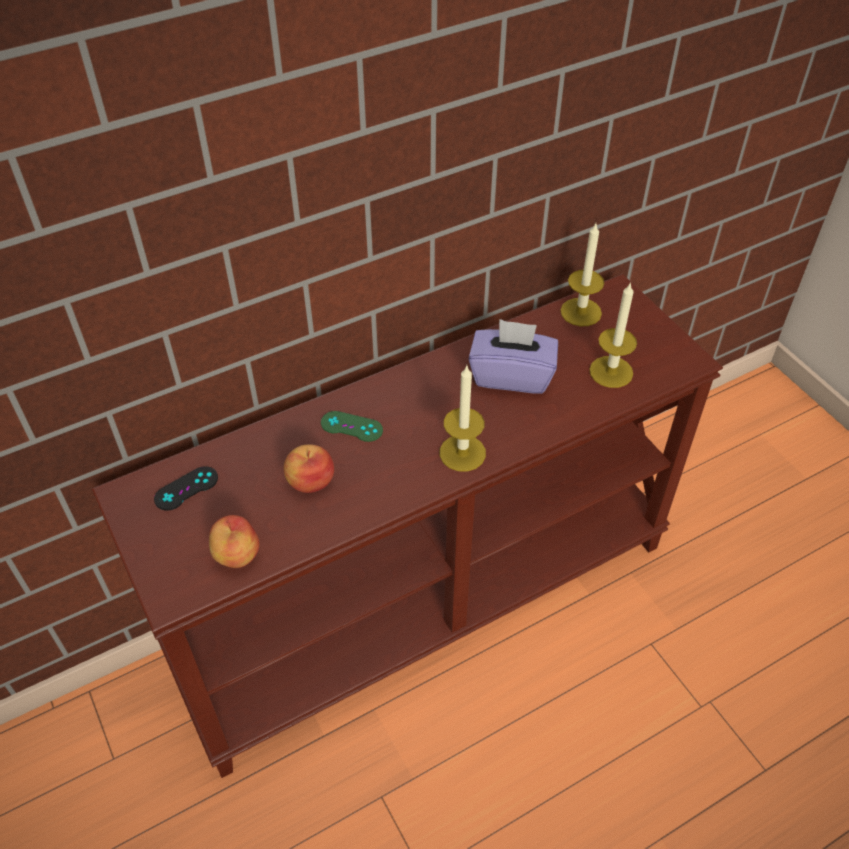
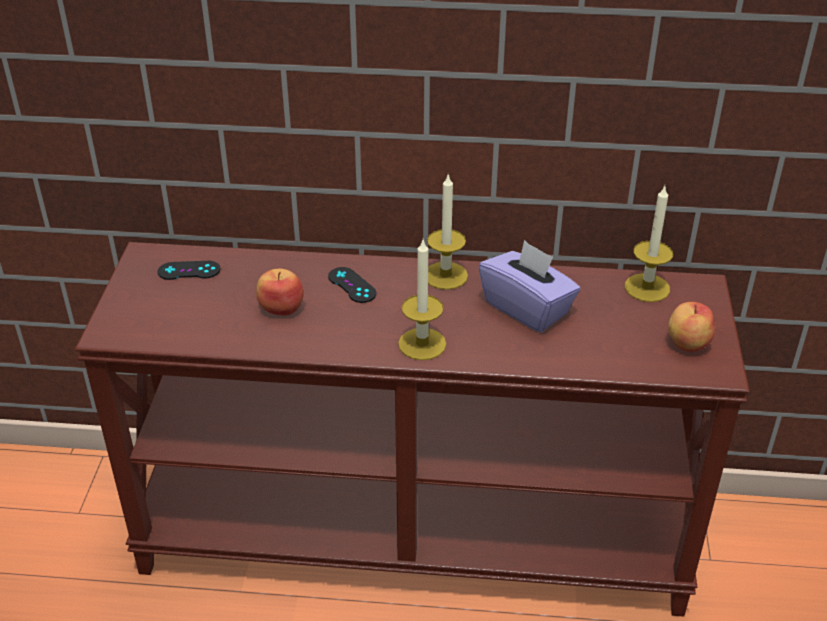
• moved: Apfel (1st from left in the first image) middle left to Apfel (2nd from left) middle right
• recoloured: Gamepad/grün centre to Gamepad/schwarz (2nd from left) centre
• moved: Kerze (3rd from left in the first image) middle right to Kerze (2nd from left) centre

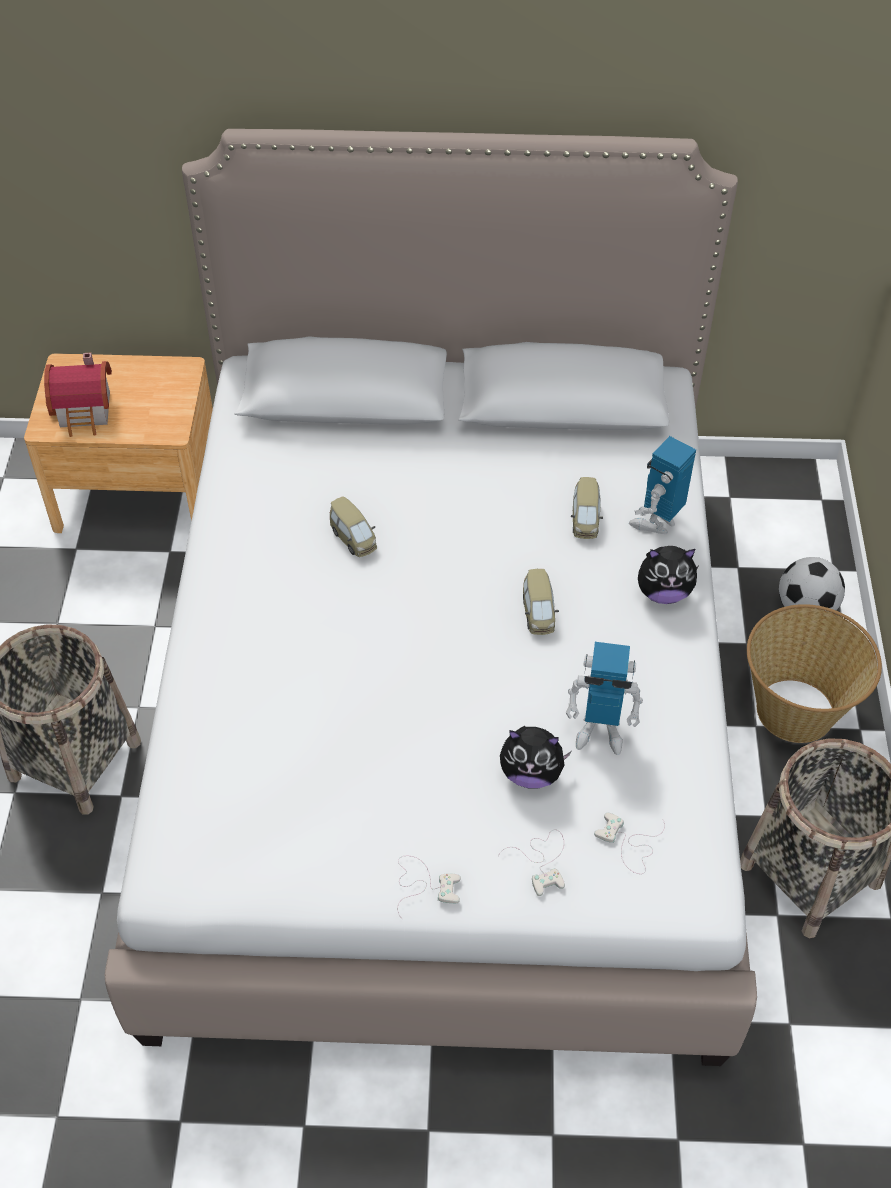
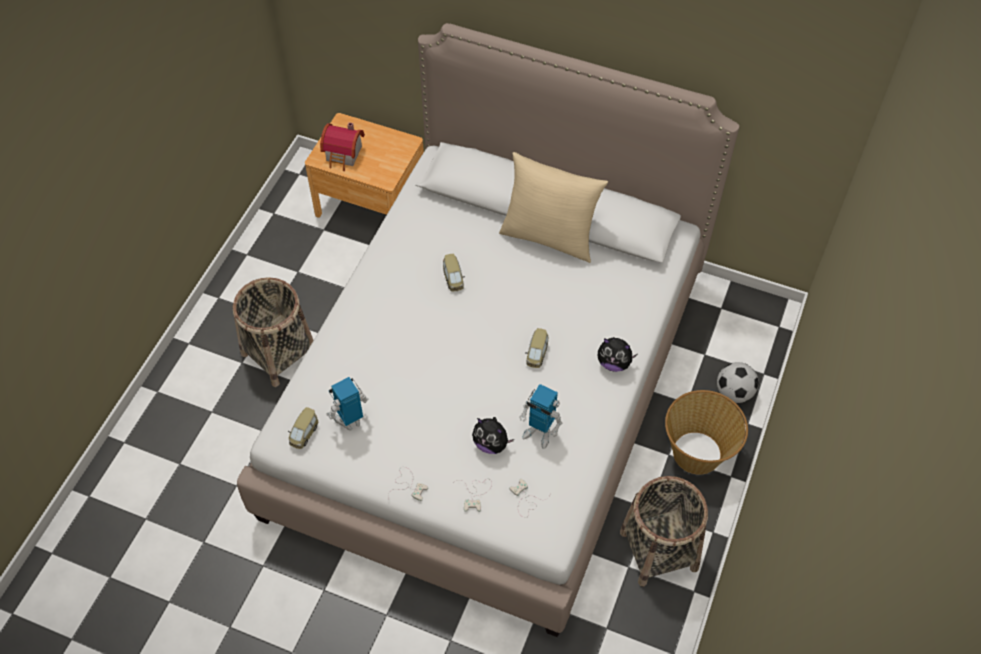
• moved: Spielzeugauto (3rd from left in the first image) centre to Spielzeugauto (1st from left) middle left
• moved: Spielzeugroboter (2nd from left in the first image) middle right to Spielzeugroboter (1st from left) centre
• added: Kissen/beige top centre

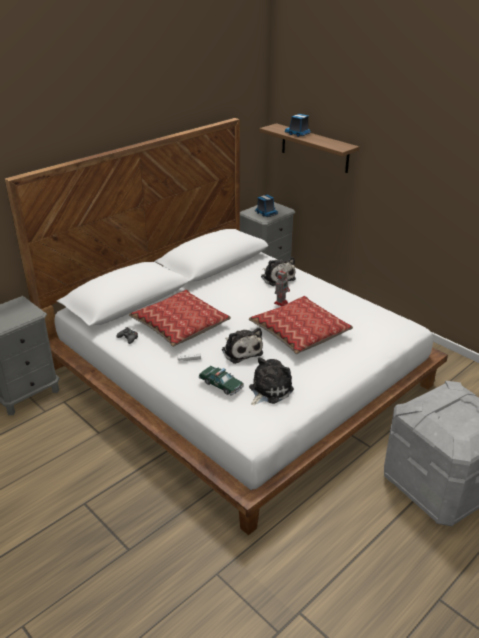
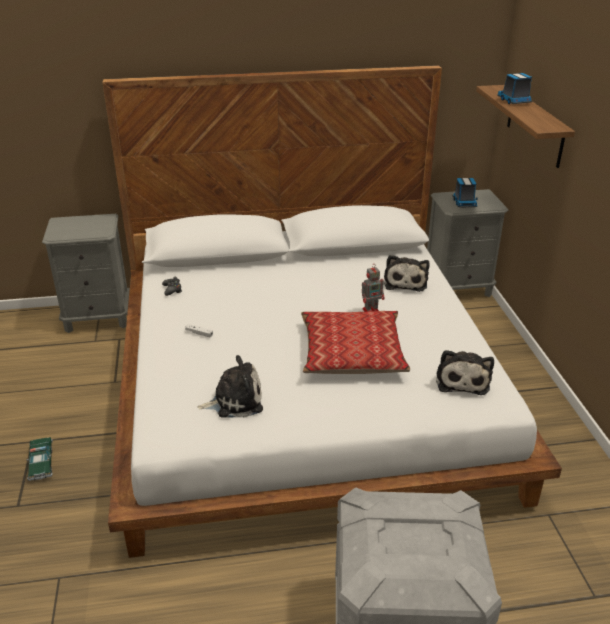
• removed: Kissen (1st from left) centre
• moved: Spielzeugauto centre to bottom left
• moved: Plüschtier (1st from left in the first image) centre to Plüschtier (3rd from left) middle right

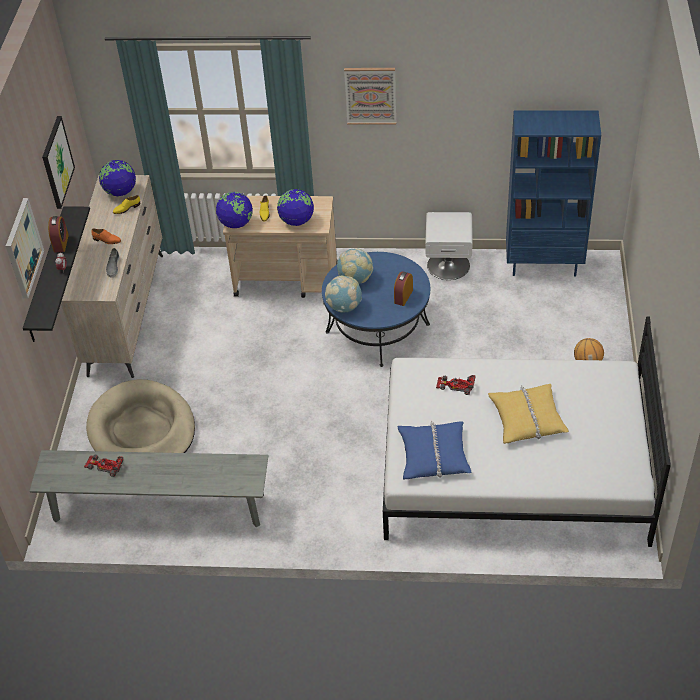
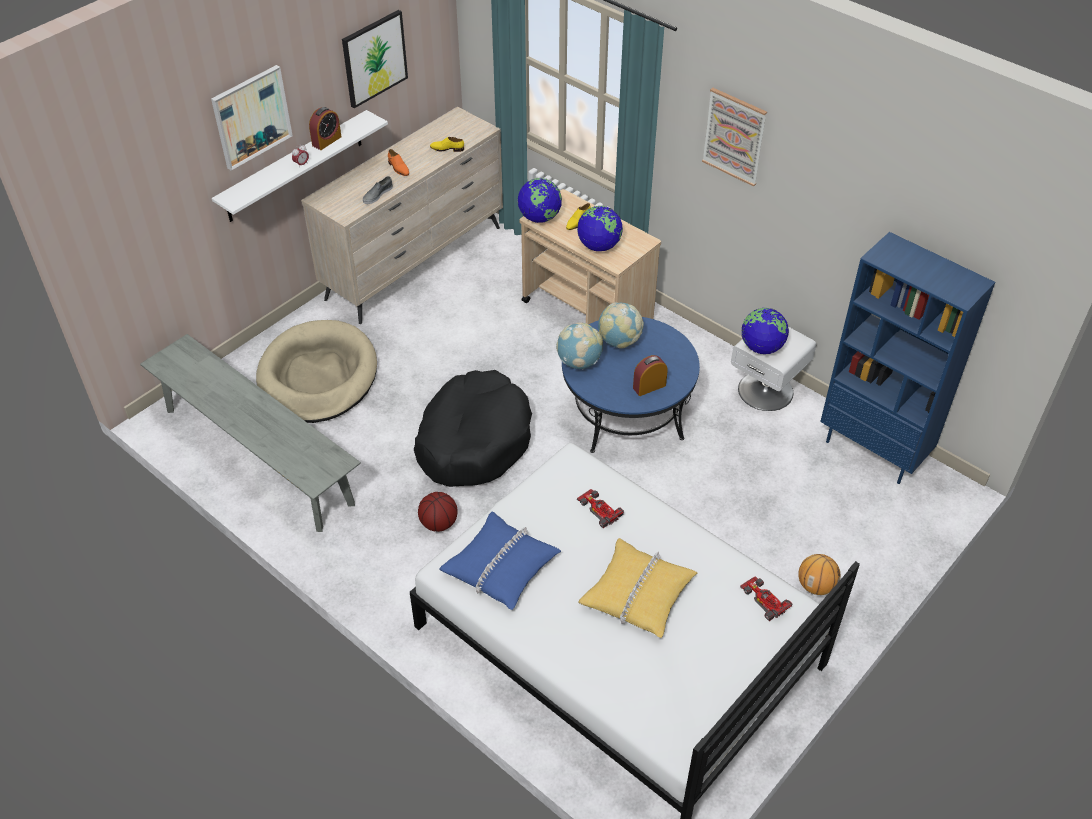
• recoloured: Wandregal/schwarz middle left to Wandregal/weiß top left
• moved: Spielzeugauto (1st from left in the first image) middle left to Spielzeugauto (2nd from left) bottom right
• moved: Globus (1st from left in the first image) top left to Globus (5th from left) middle right
• added: Hundebett/schwarz centre
• added: Basketball (1st from left) centre

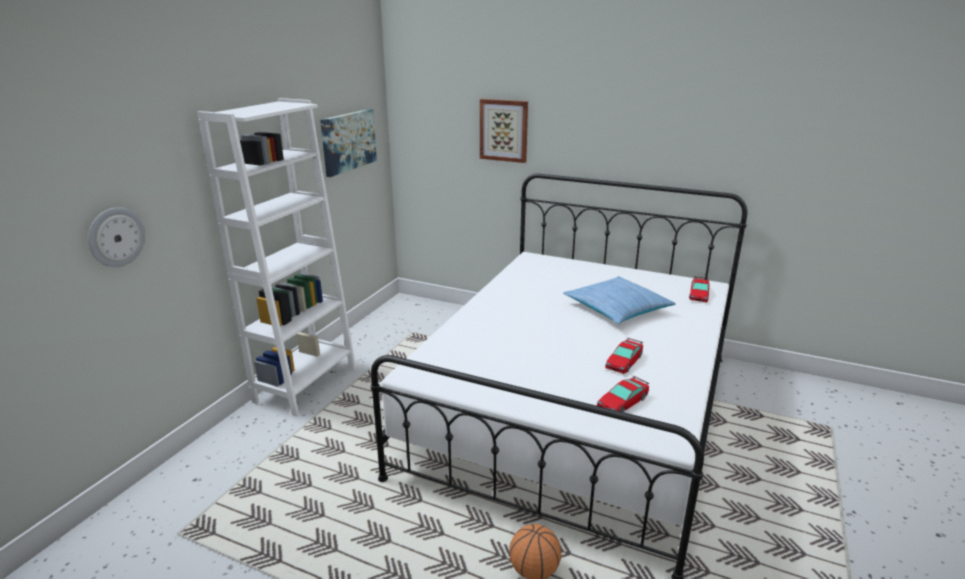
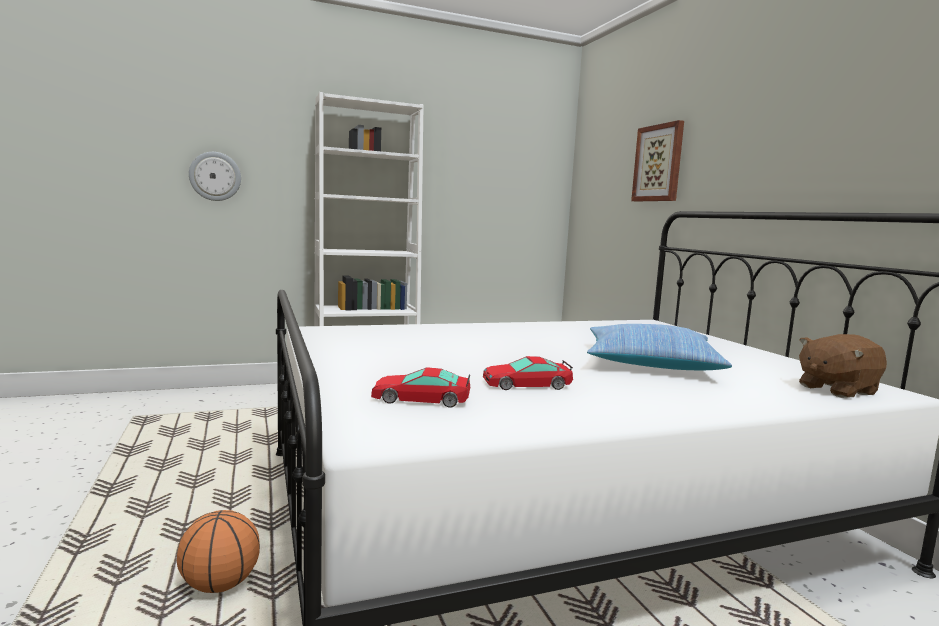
• removed: Bild (1st from left) top centre
• replaced: Spielzeugauto (3rd from left) middle right to Plüschtier/braun middle right

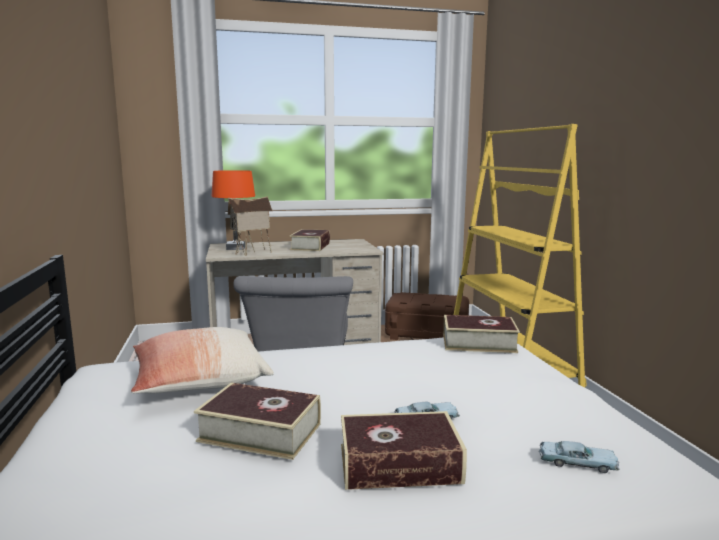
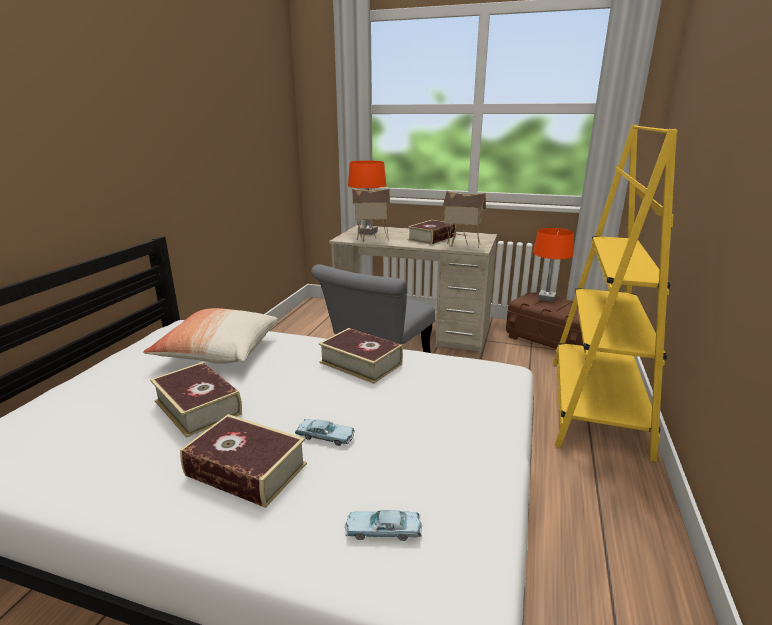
• moved: Buch (4th from left in the first image) middle right to Buch (3rd from left) centre
• turned: Spielzeugauto/blau (2nd from left) bottom right = bottom centre 135 degrees clockwise
• added: Spielzeughaus (2nd from left) centre
• added: Tischlampe/orange (2nd from left) middle right

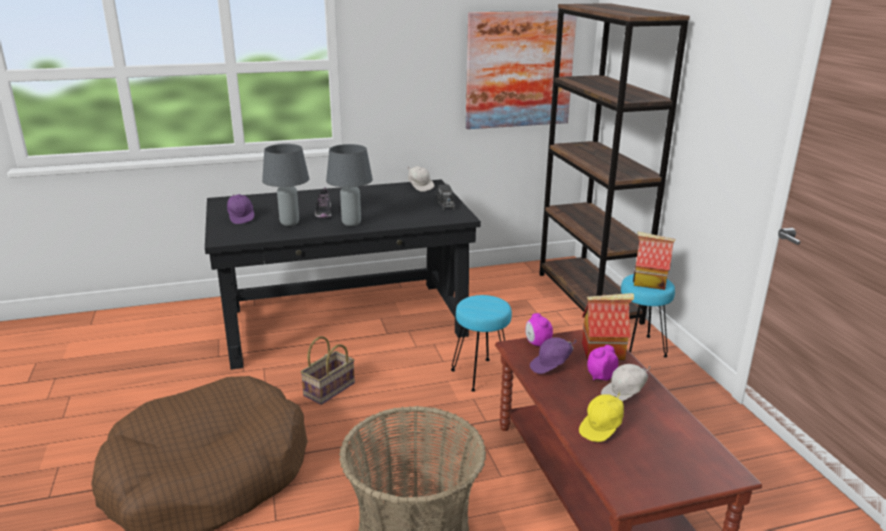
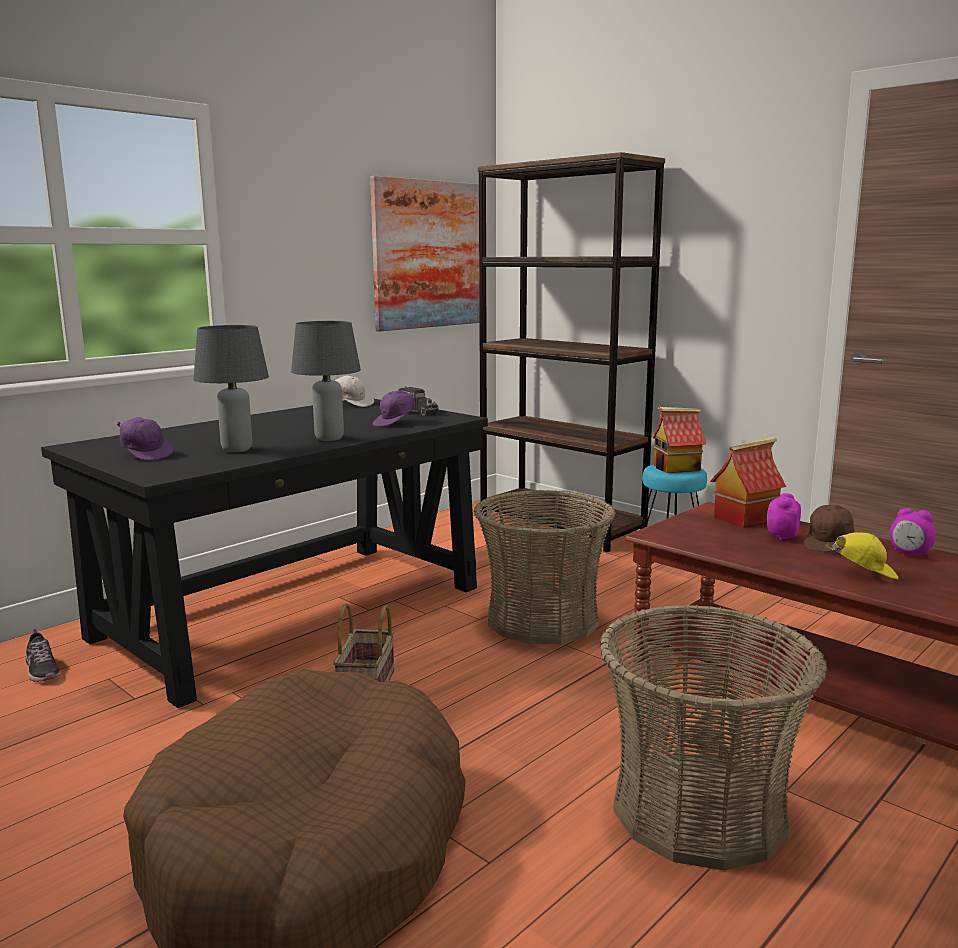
• moved: Schuh centre to bottom left
• replaced: Hocker/türkis (1st from left) centre to Korb (2nd from left) centre
• moved: Wecker (1st from left in the first image) centre to Wecker (2nd from left) middle right
• moved: Kappe/lila (2nd from left) bottom centre to centre
• turned: Kappe/gelb bottom right = middle right 105 degrees counterclockwise
• recoloured: Kappe/weiß (2nd from left) bottom right to Kappe/braun middle right

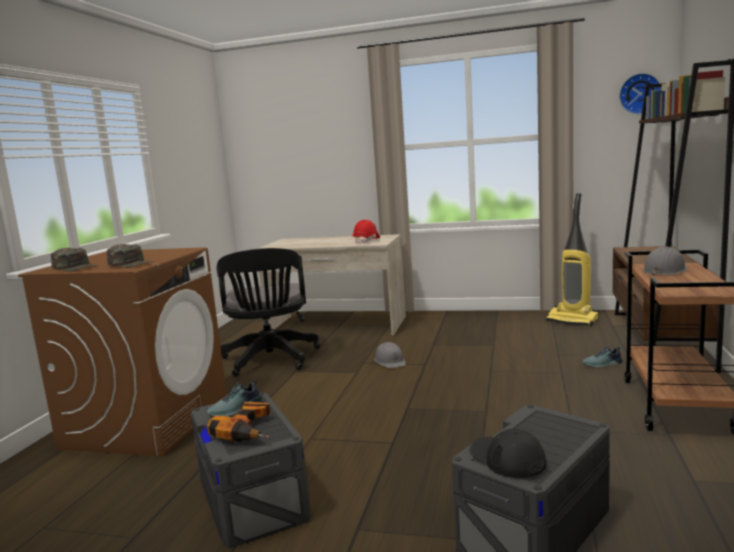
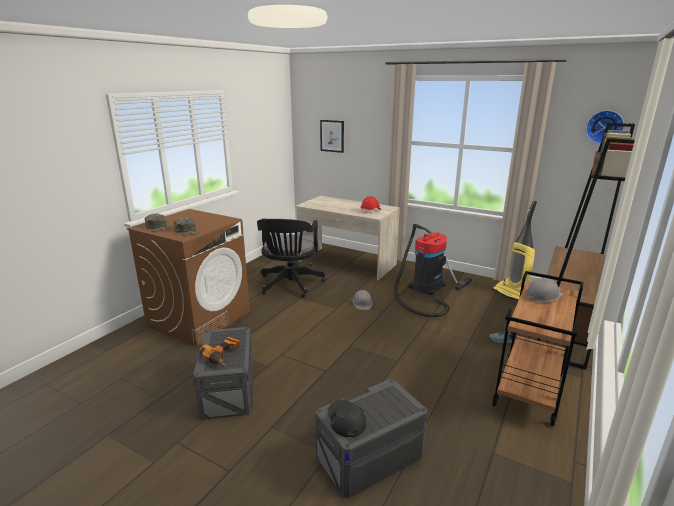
• removed: Schuh (1st from left) bottom left
• added: Bild top centre
• added: Staubsauger (1st from left) centre

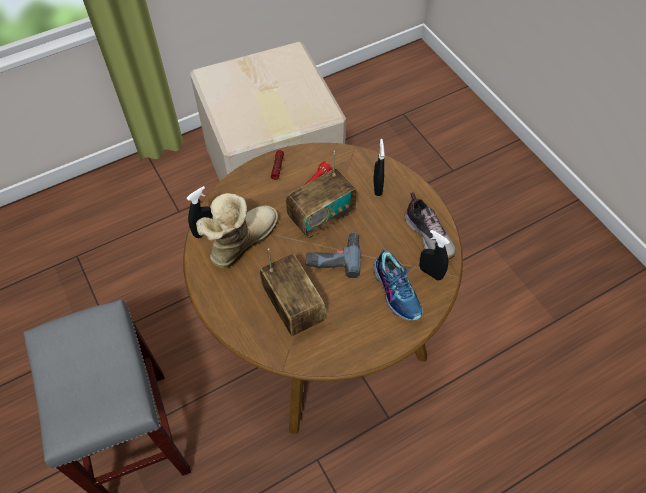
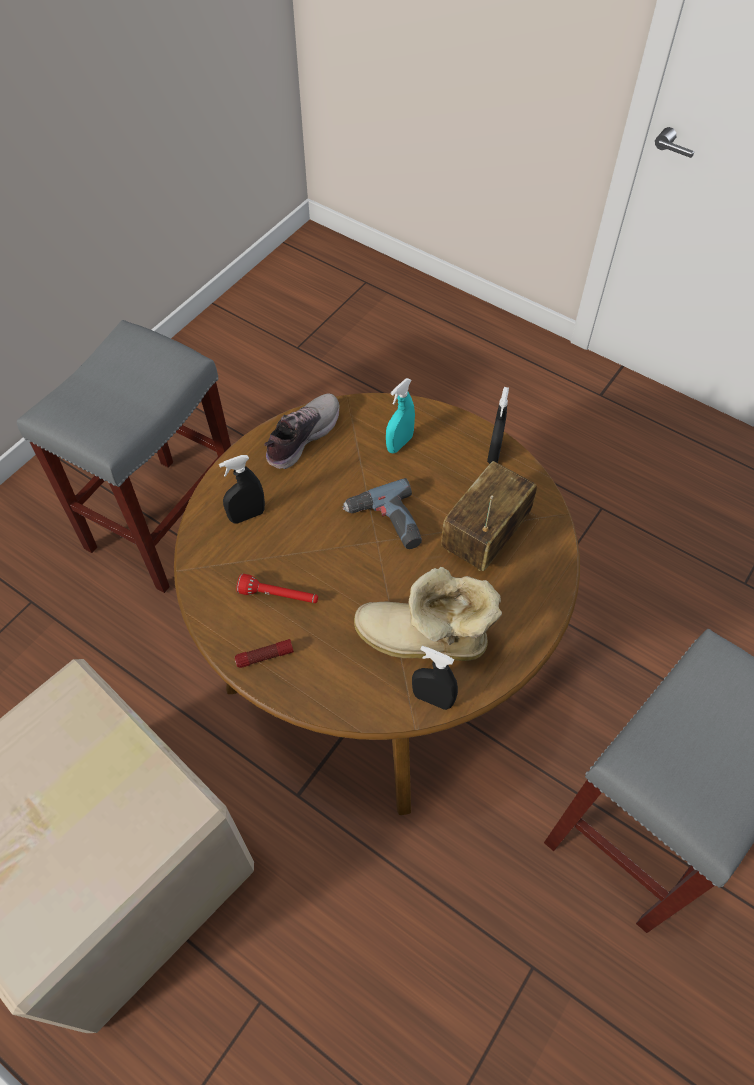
• removed: Radio (2nd from left) centre
• replaced: Schuh (1st from left) centre to Sprühflasche/türkis centre
• moved: Sprühflasche/schwarz (3rd from left) middle right to centre
• added: Hocker/grau (1st from left) middle left

